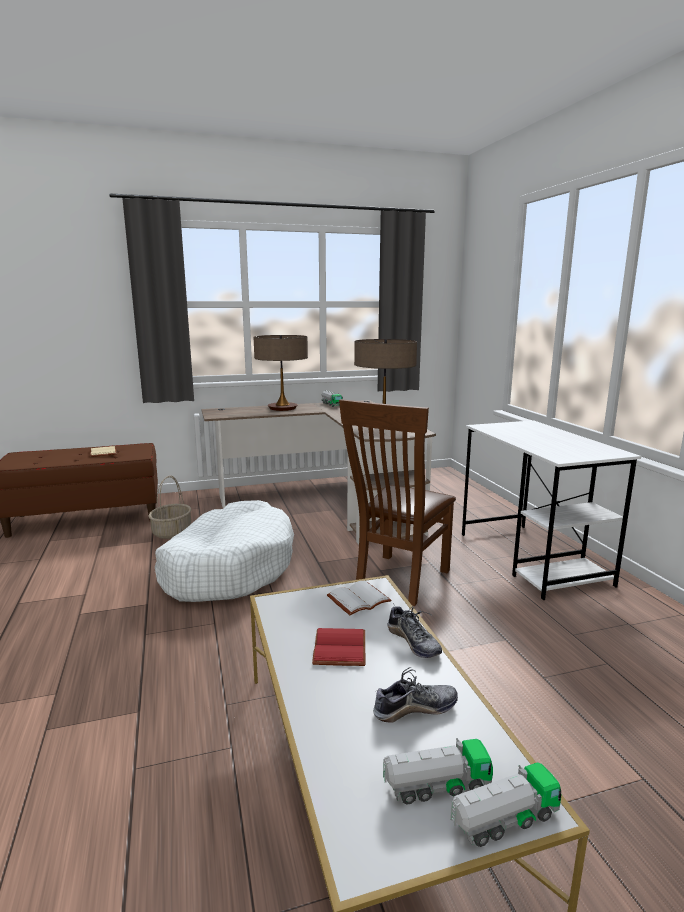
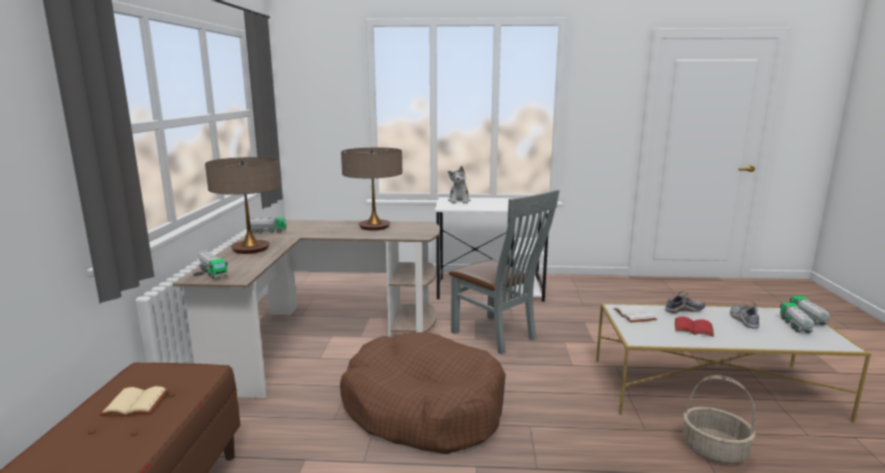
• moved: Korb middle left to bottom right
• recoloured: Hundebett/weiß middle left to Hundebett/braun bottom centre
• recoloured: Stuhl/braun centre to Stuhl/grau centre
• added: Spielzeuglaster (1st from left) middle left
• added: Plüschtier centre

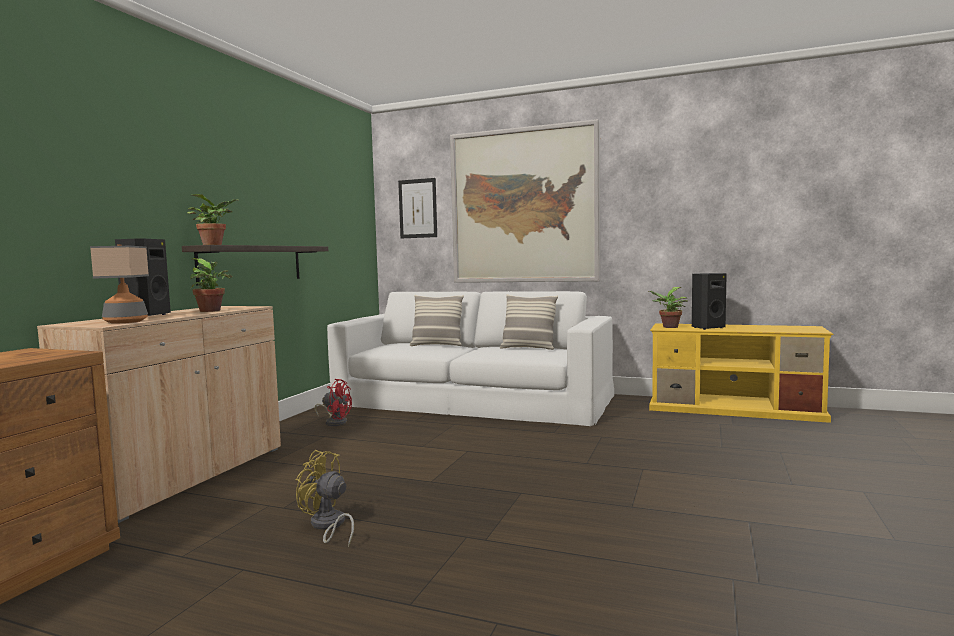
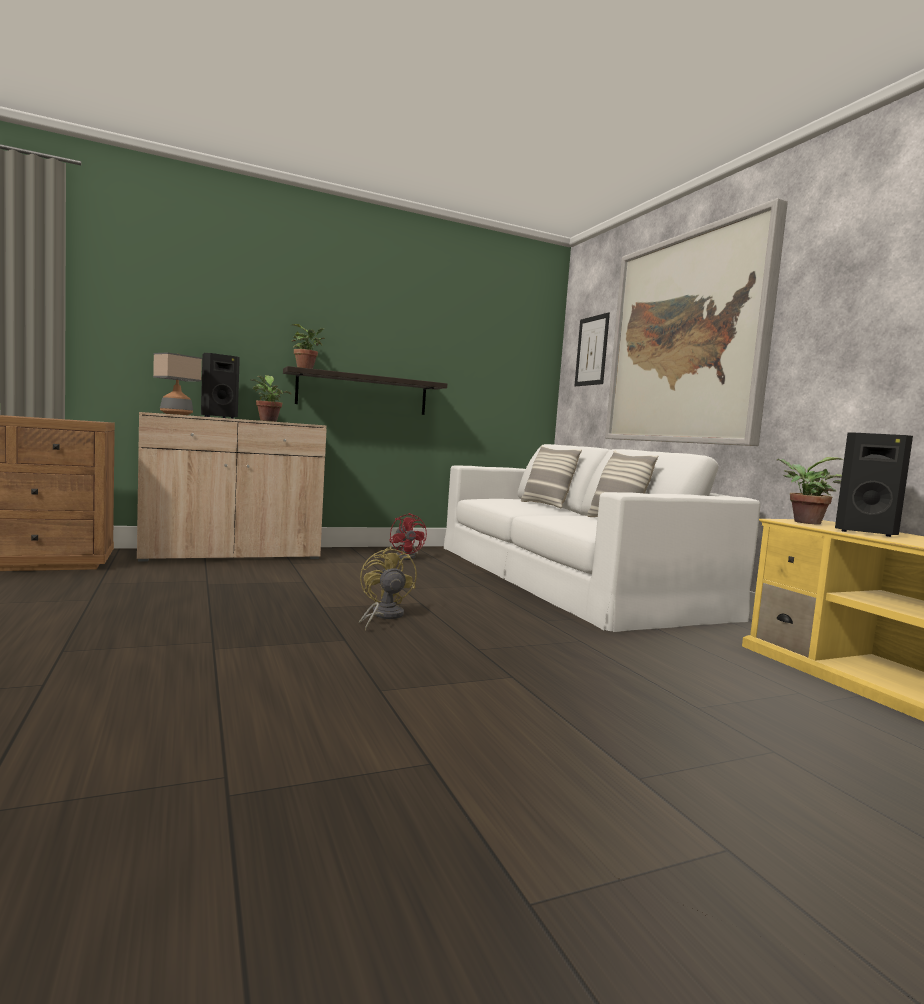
• moved: Ventilator/gelb bottom centre to centre

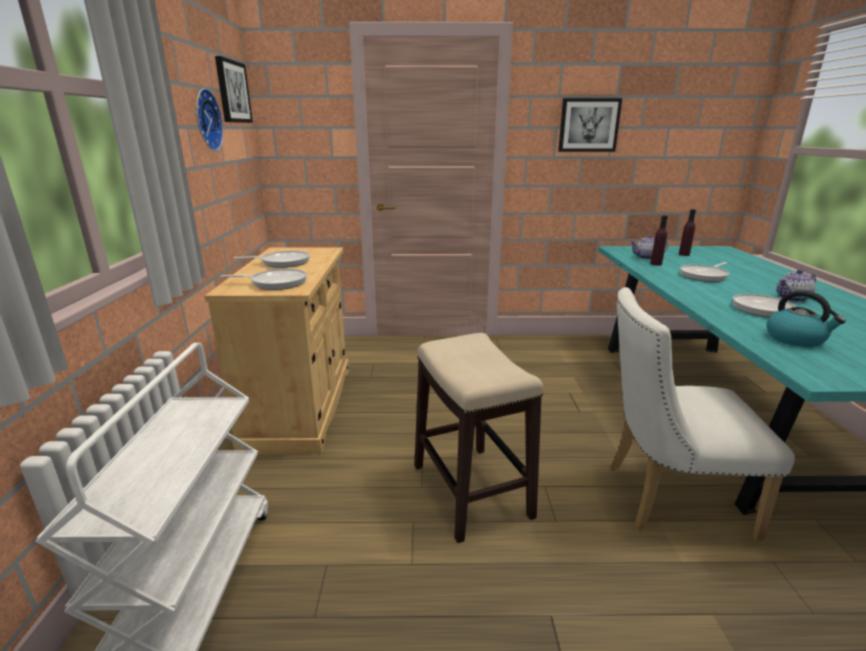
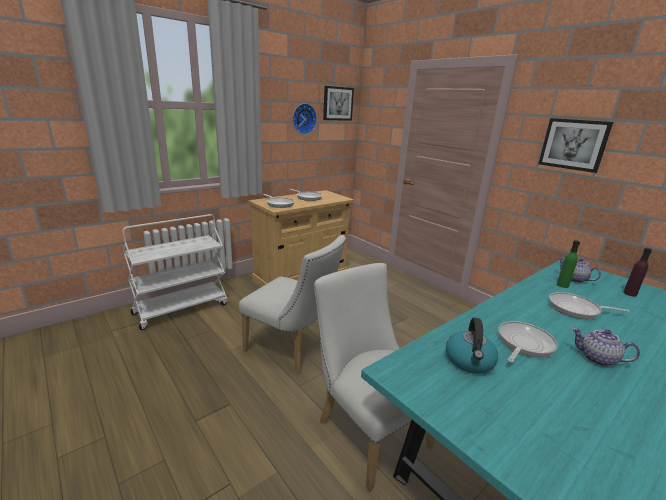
• replaced: Hocker bottom centre to Stuhl/weiß (1st from left) centre
• recoloured: Flasche/lila (1st from left) middle right to Flasche/grün middle right

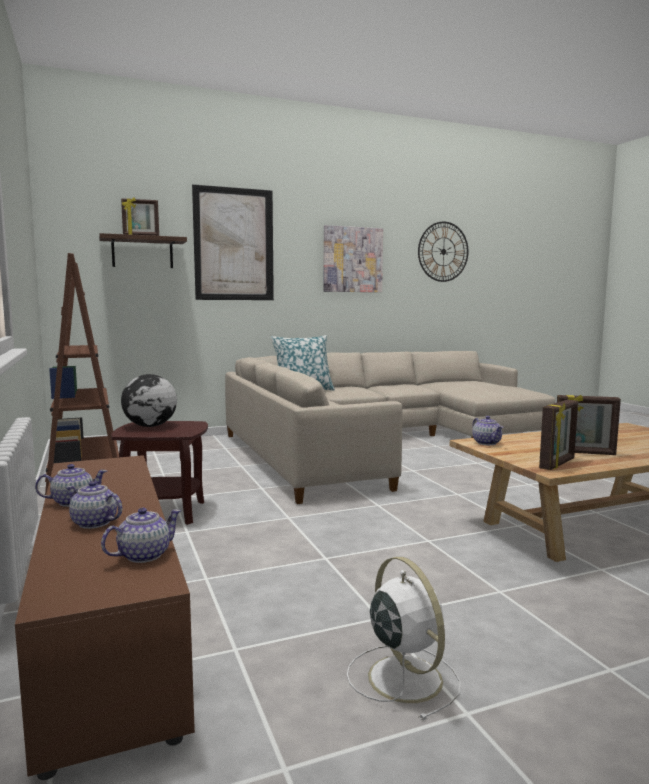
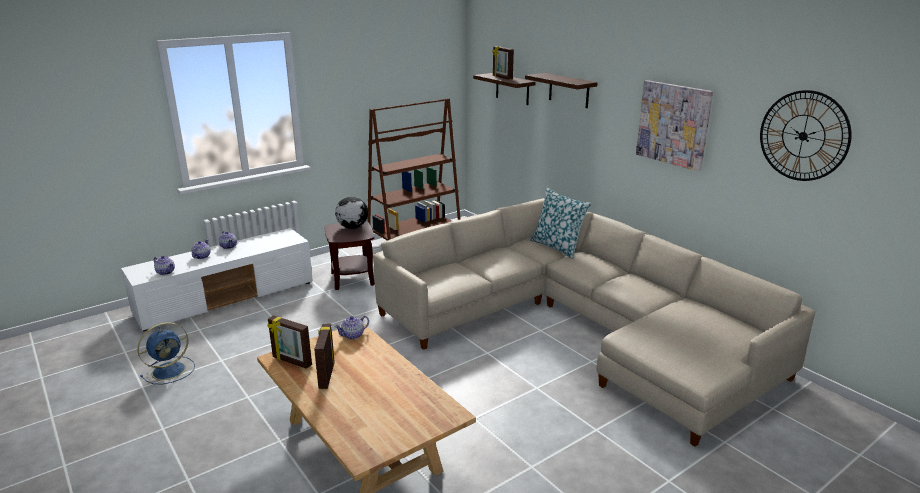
• recoloured: Fernsehschrank/braun bottom left to Fernsehschrank/weiß middle left
• replaced: Bild (1st from left) top centre to Wandregal (2nd from left) top centre
• recoloured: Ventilator/weiß bottom centre to Ventilator/blau bottom left

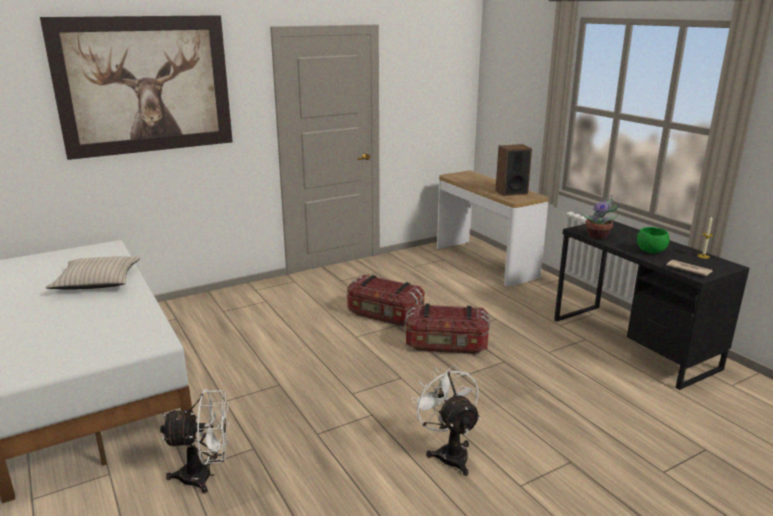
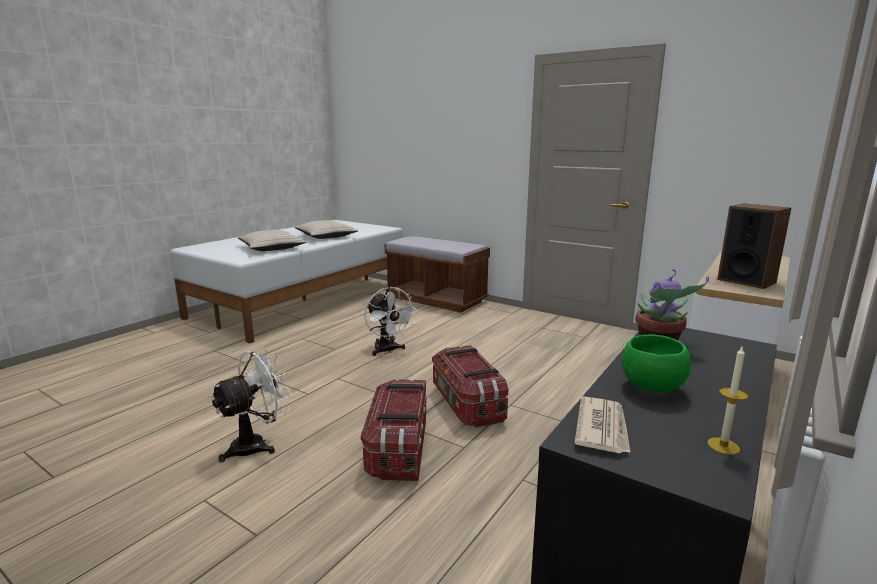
• removed: Bild top left
• moved: Ventilator/weiß (1st from left in the first image) bottom left to Ventilator/weiß (2nd from left) centre
• moved: Aufbewahrungsbox (1st from left) centre to bottom centre
• added: Kissen/beige (1st from left) middle left
• added: Bank/braun centre

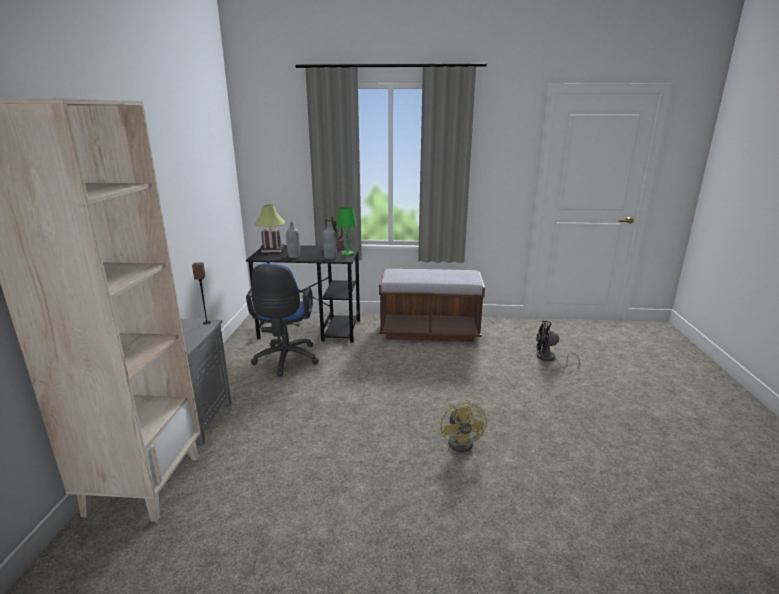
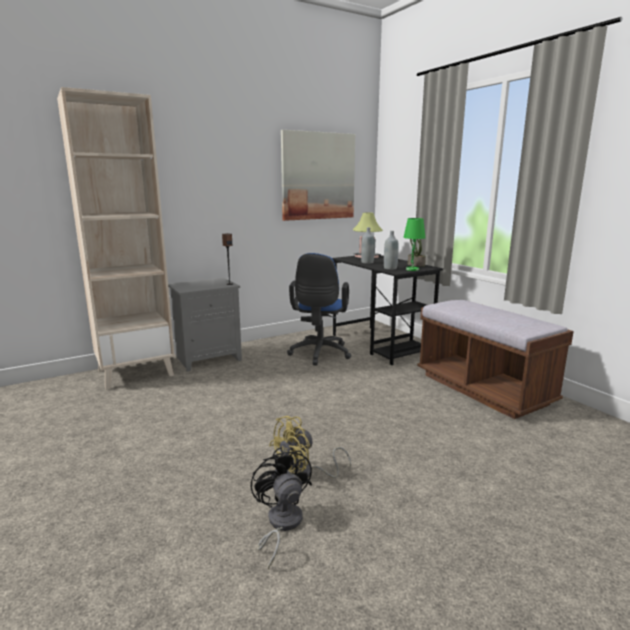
• turned: Bürostuhl/blau centre = centre 45 degrees counterclockwise
• moved: Ventilator/schwarz middle right to bottom centre
• added: Bild top centre

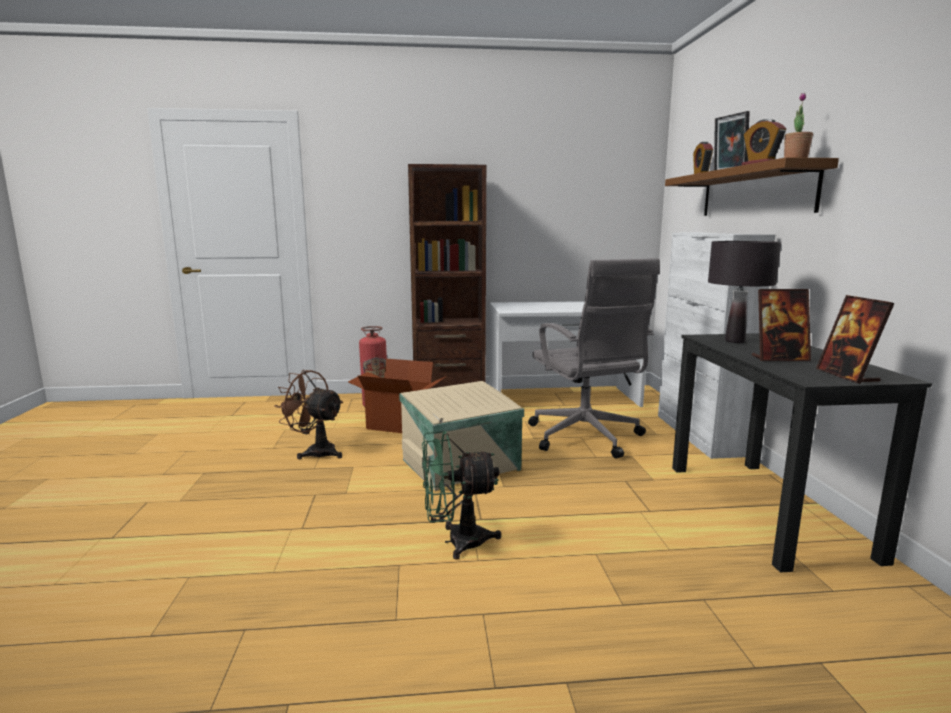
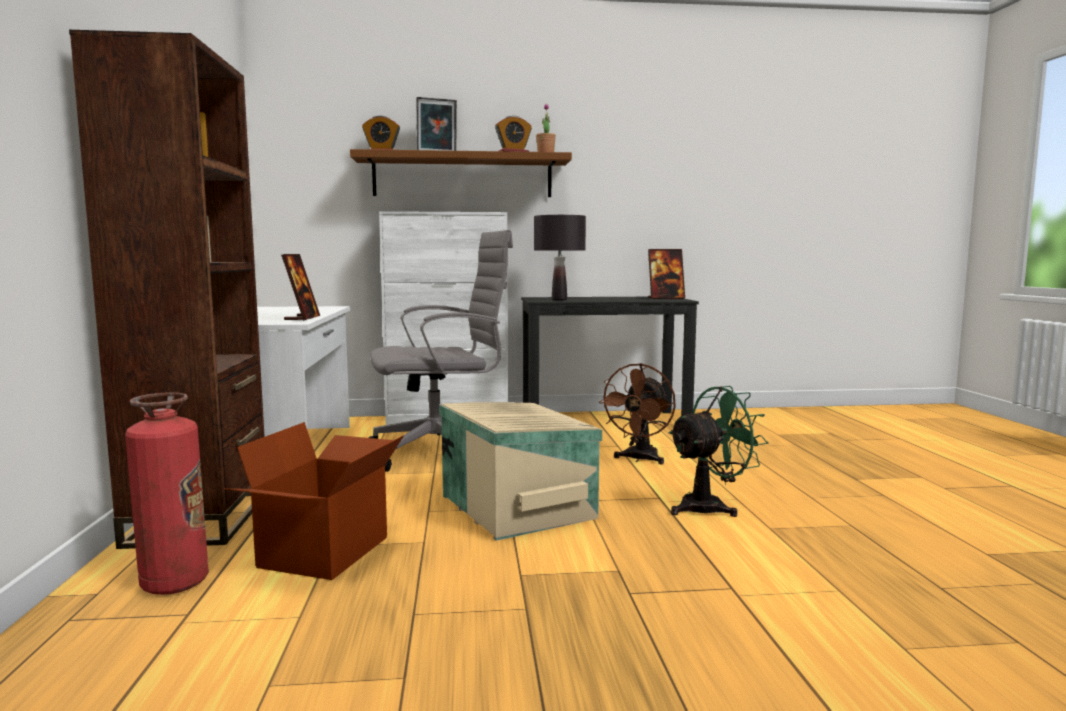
• moved: Ventilator/braun middle left to centre
• turned: Ventilator/grün bottom centre = middle right 105 degrees counterclockwise
• moved: Bilderrahmen (2nd from left in the first image) middle right to Bilderrahmen (1st from left) middle left

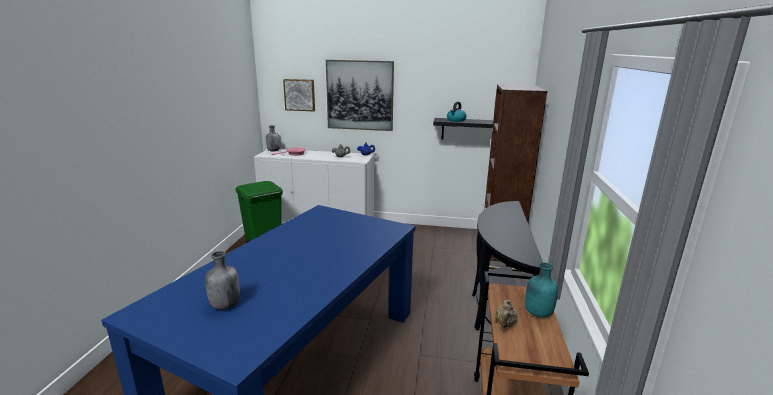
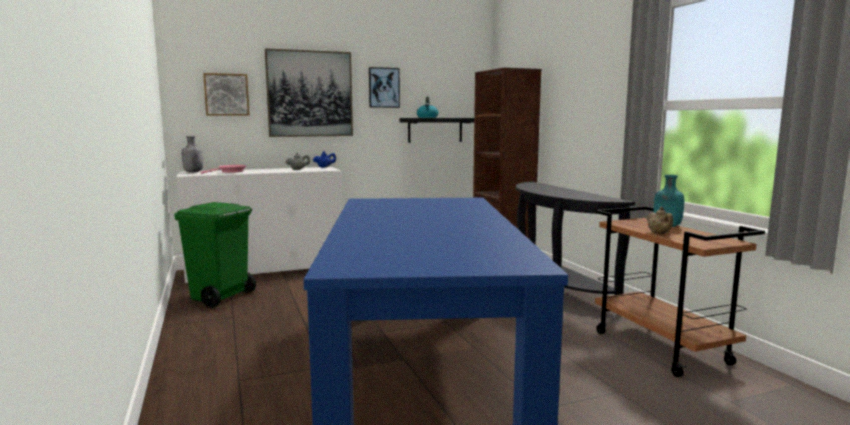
• removed: Flasche/grau (1st from left) bottom left
• added: Bild (3rd from left) top centre

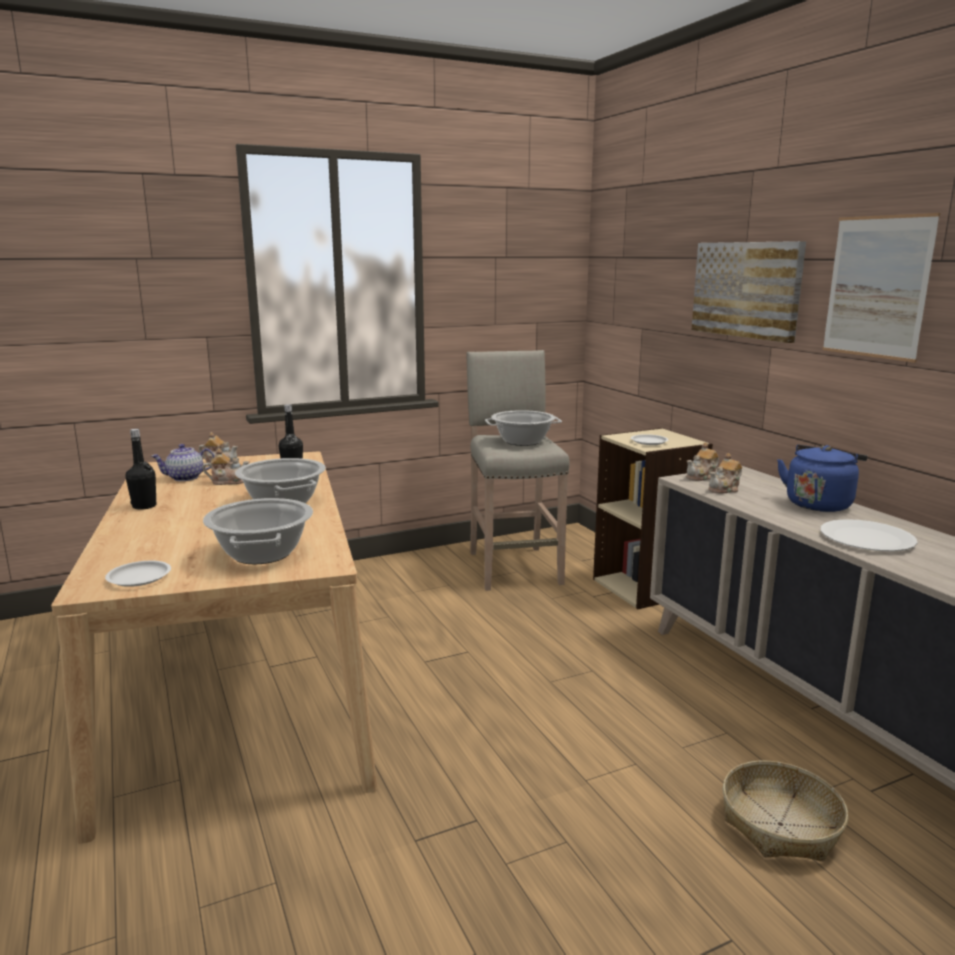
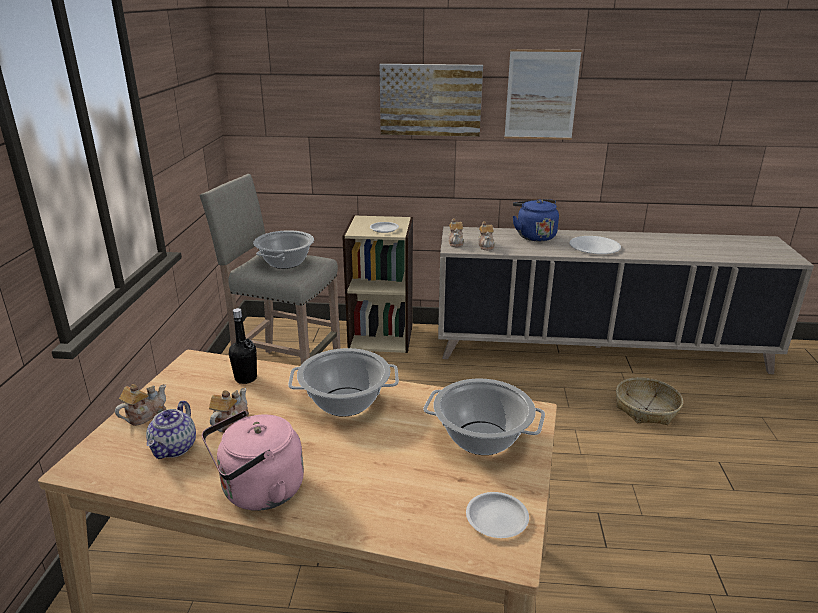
• replaced: Flasche/schwarz (1st from left) middle left to Wasserkessel/rosa bottom left

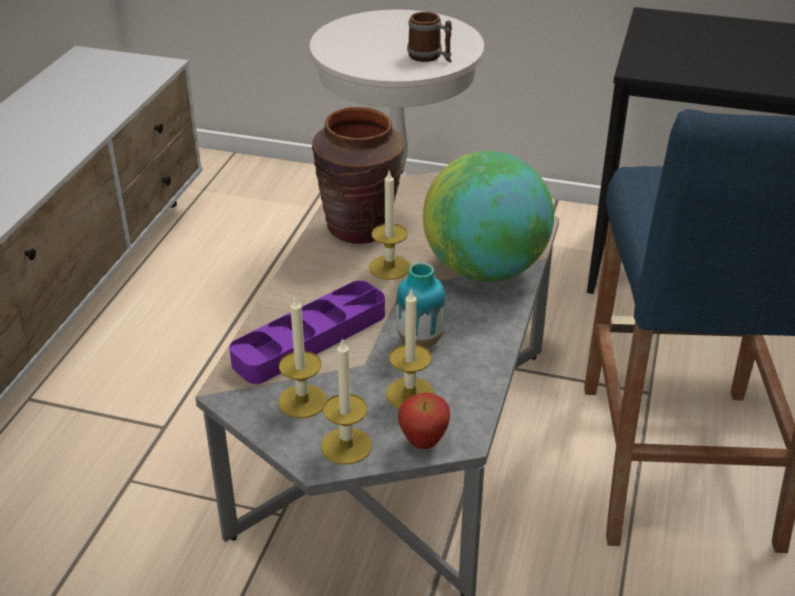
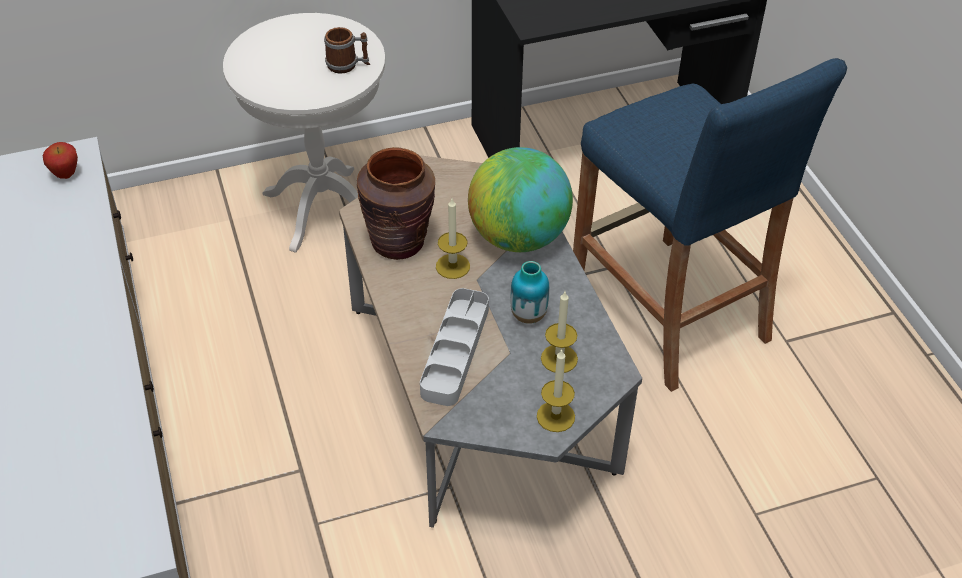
• recoloured: Tablett/lila centre to Tablett/grau centre
• removed: Kerze (1st from left) centre
• moved: Apfel bottom centre to top left

